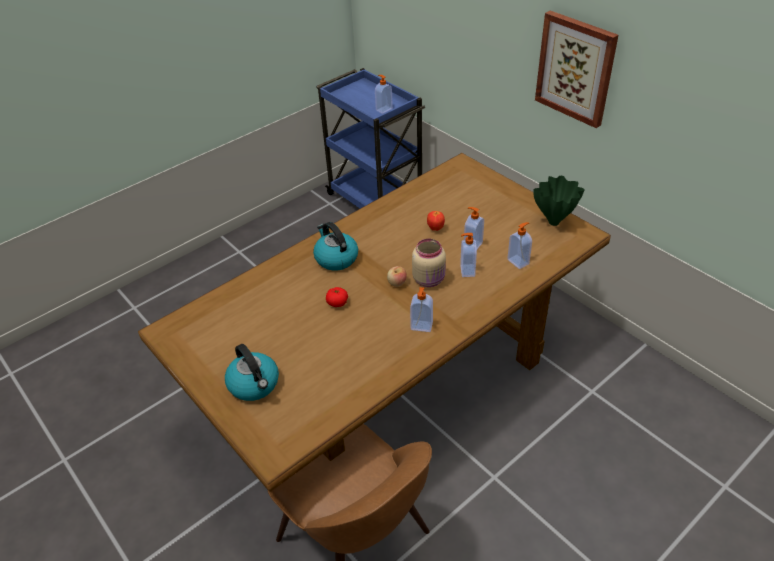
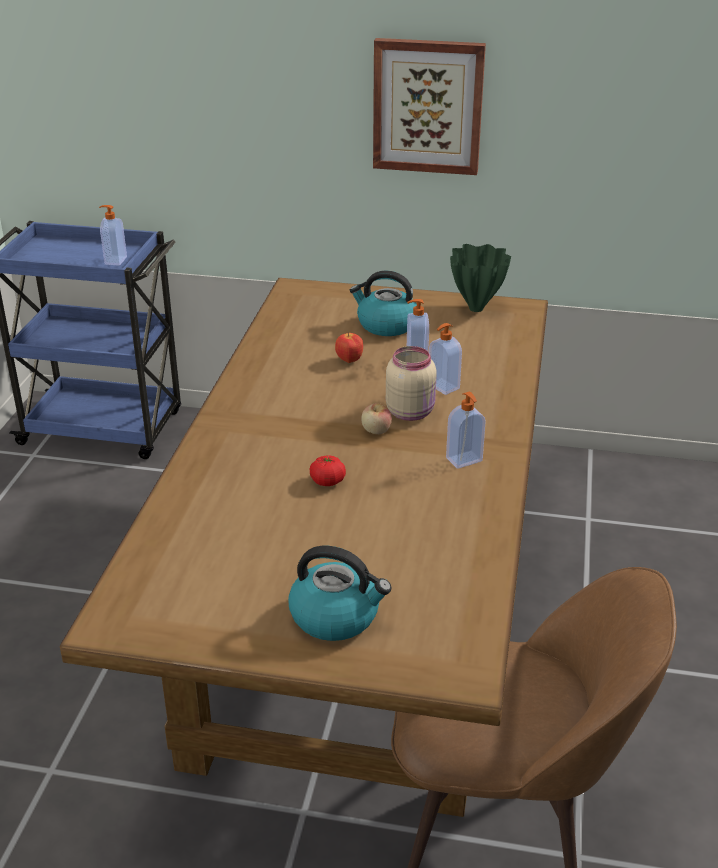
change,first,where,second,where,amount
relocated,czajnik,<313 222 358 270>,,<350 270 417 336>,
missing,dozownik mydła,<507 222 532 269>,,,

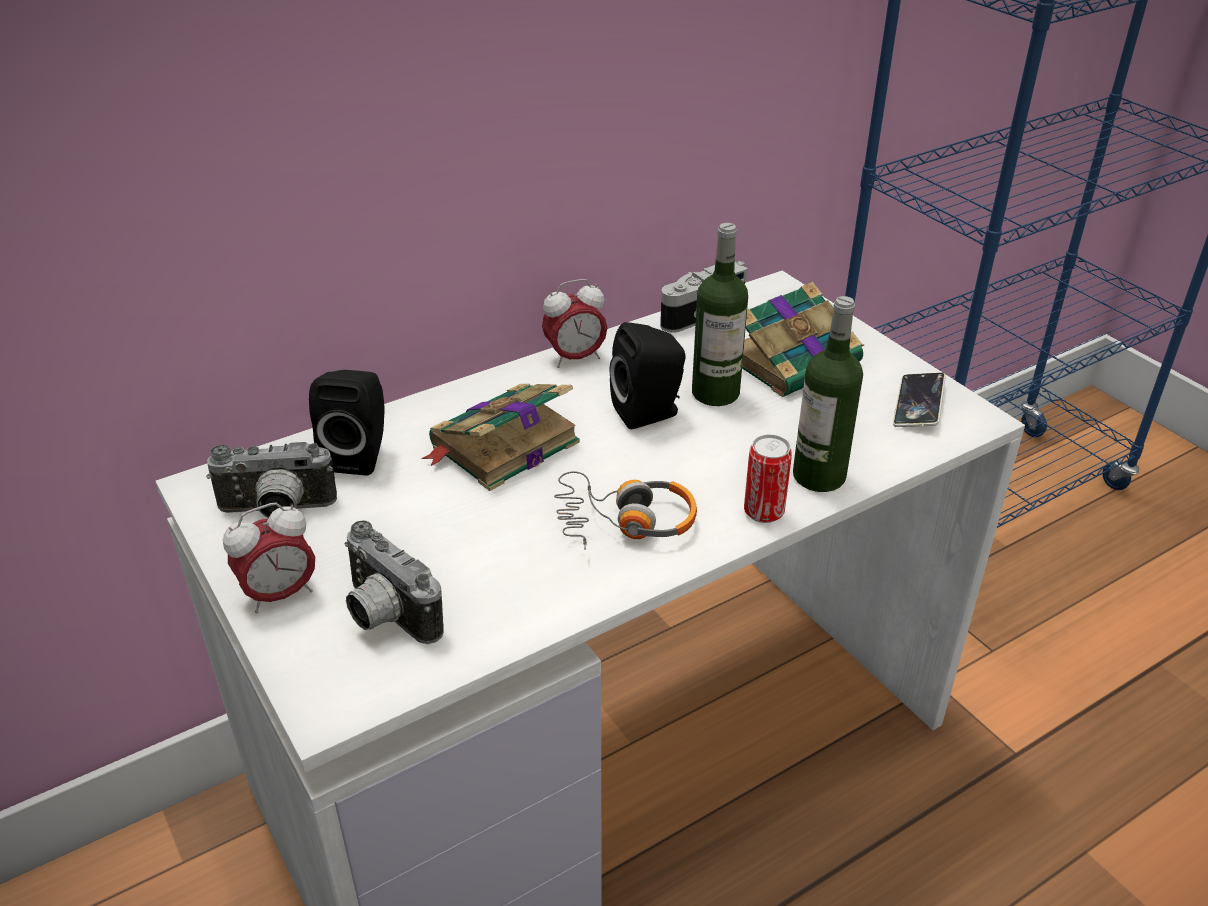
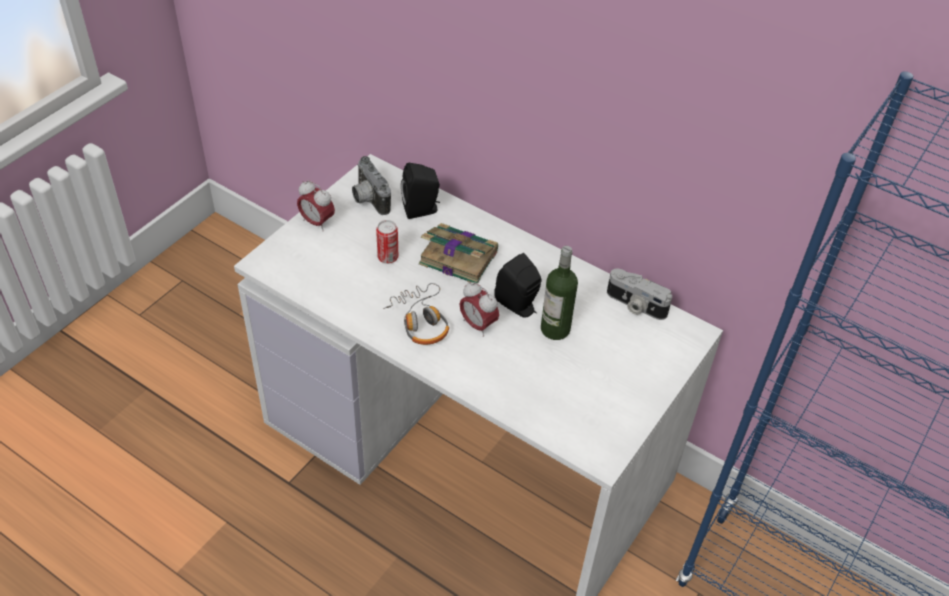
change,first,where,second,where,amount
relocated,budzik,<542 279 607 368>,,<459 282 499 337>,
missing,książka,<742 282 864 397>,,,
missing,butelka,<793 296 863 492>,,,
missing,telefon,<893 373 946 427>,,,
relocated,puszka,<744 434 792 523>,,<376 220 398 264>,
missing,aparat fotograficzny,<344 520 443 644>,,,

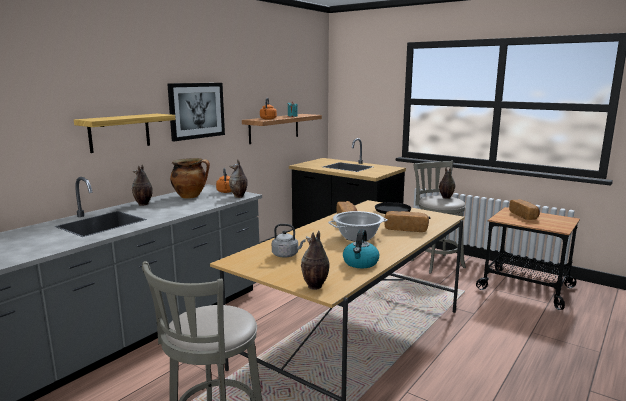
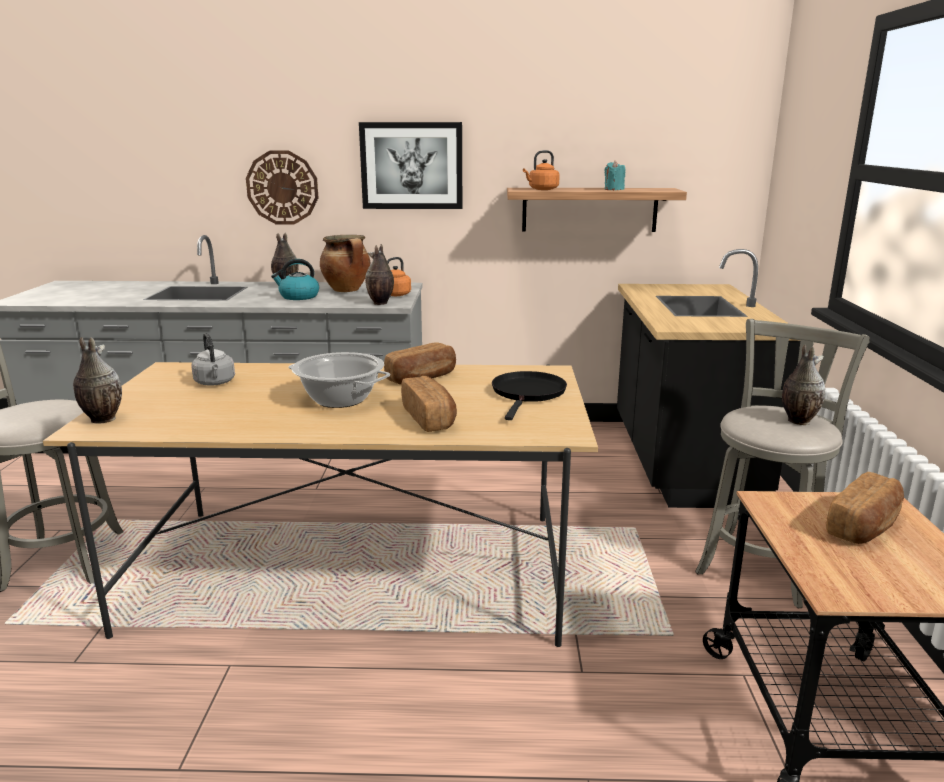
change,first,where,second,where,amount
exchanged,półka,<74 114 176 153>,zegar ścienny,<246 151 318 224>,
relocated,czajnik,<343 229 379 268>,,<271 259 319 300>,

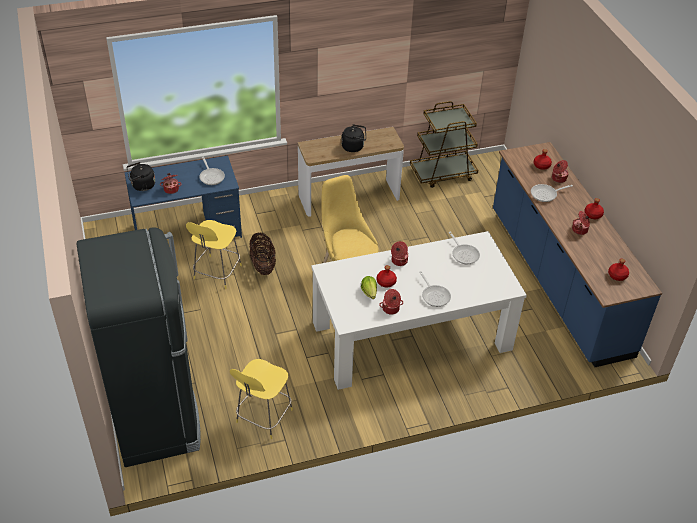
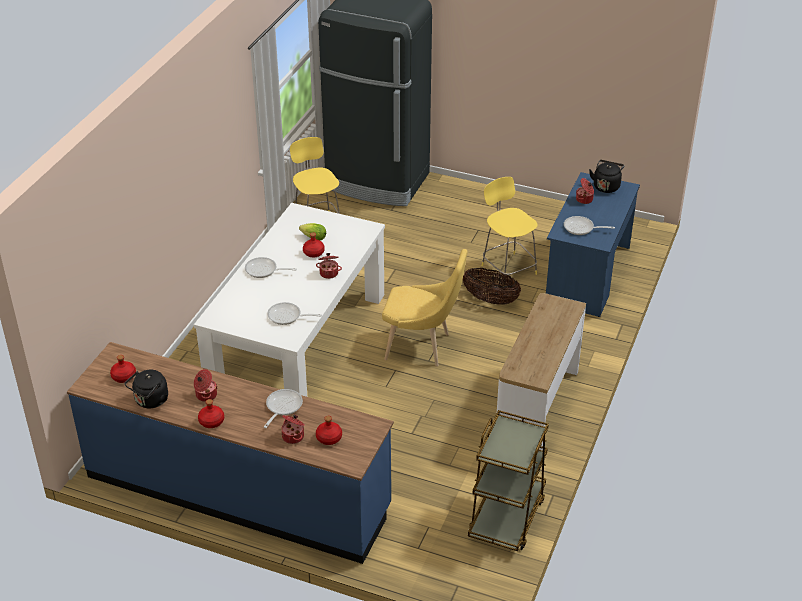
change,first,where,second,where,amount
relocated,czajnik (czarny),<341 124 366 152>,,<125 370 168 408>,
missing,garnek,<379 289 403 314>,,,

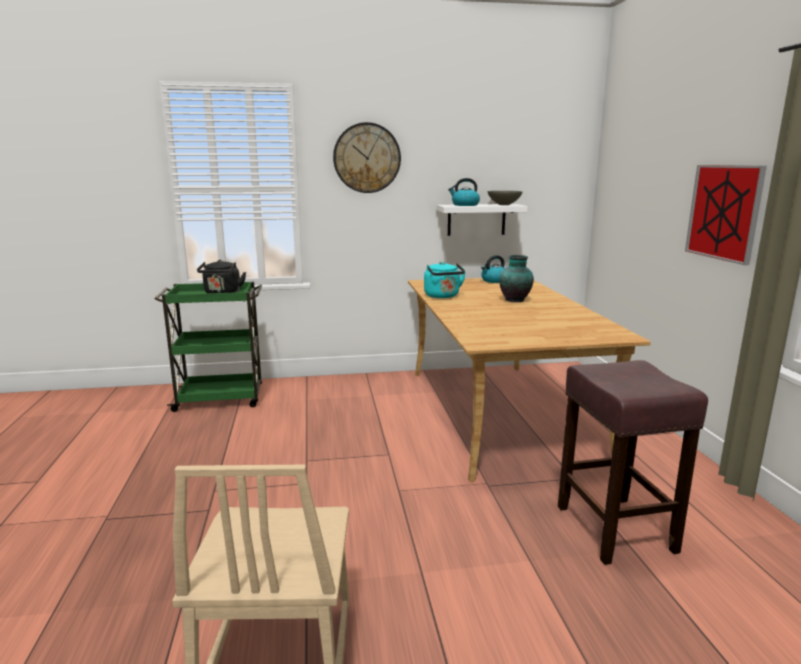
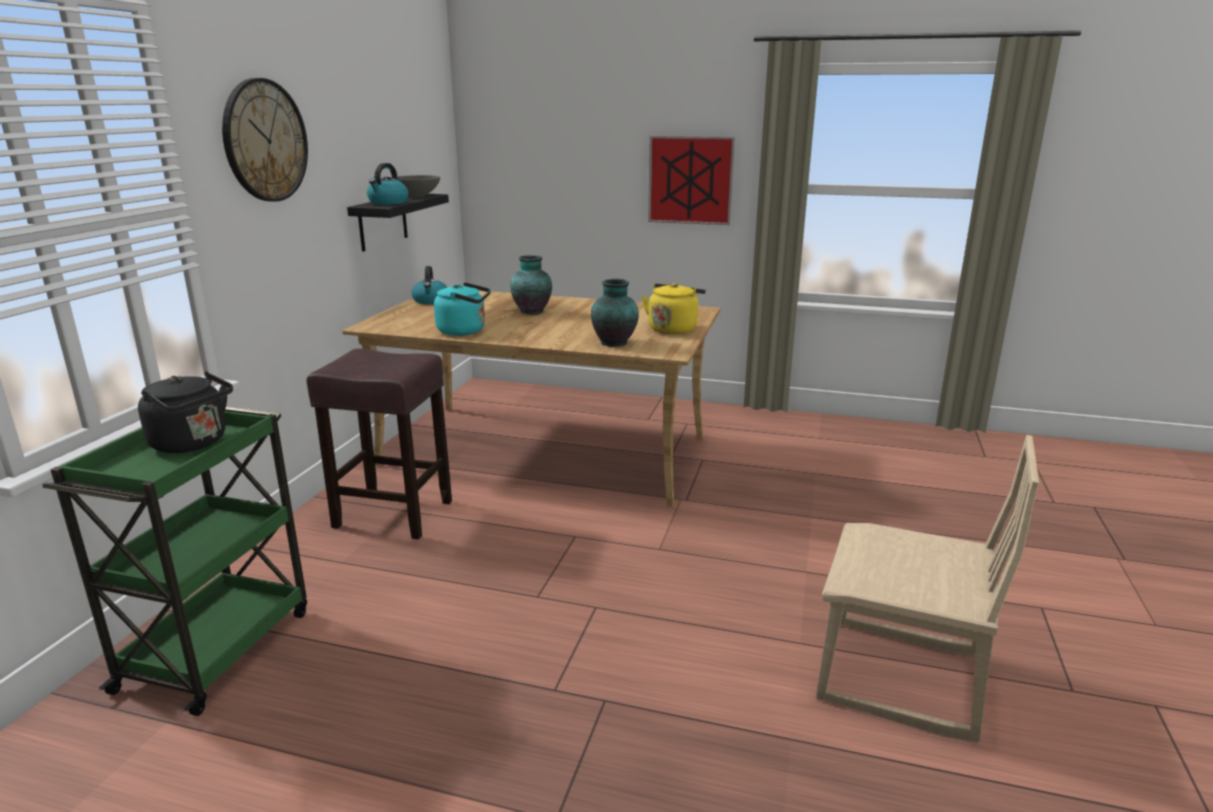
change,first,where,second,where,amount
colour,półka (biały),<437 204 528 236>,półka (czarny),<347 194 449 252>,
relocated,stołek (brązowy),<558 360 708 565>,,<306 349 452 540>,
appeared,,,wazon,<591 279 639 347>,
appeared,,,czajnik (żółty),<642 283 706 334>,

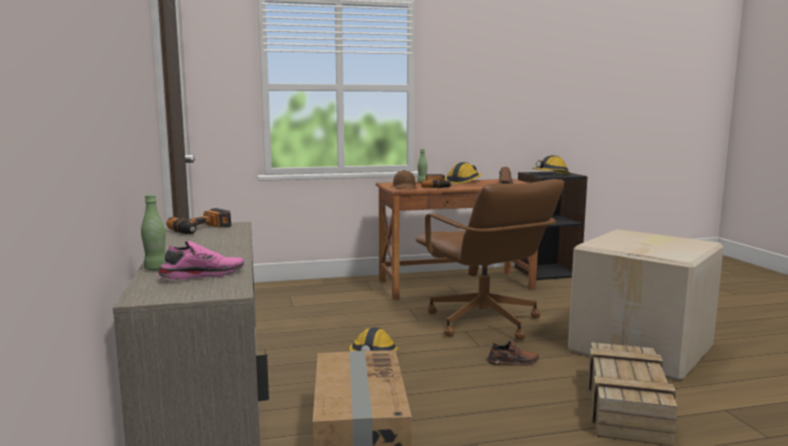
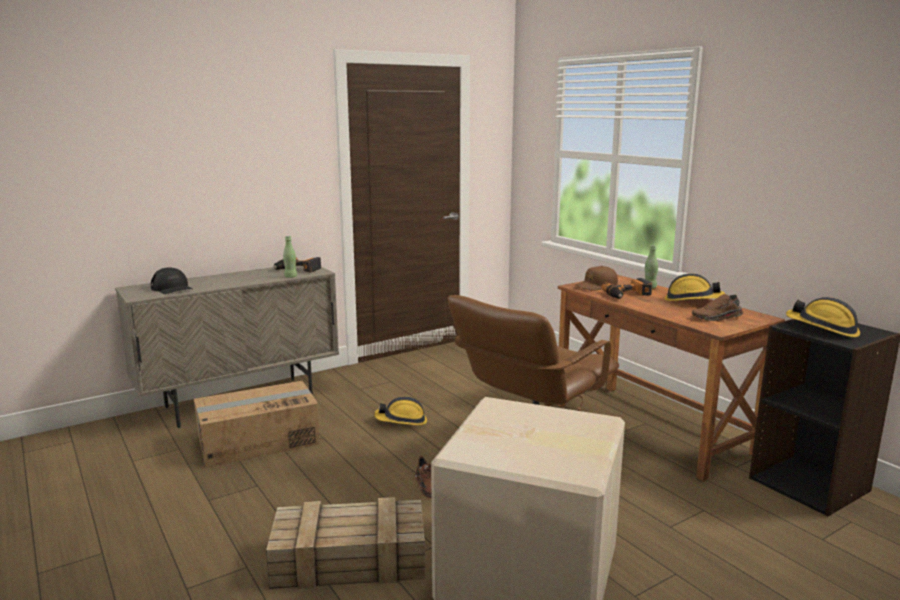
change,first,where,second,where,amount
relocated,butelka (zielony),<141 195 166 270>,,<283 236 297 278>,
exchanged,but (różowy),<157 241 245 280>,czapka z daszkiem (czarny),<151 268 193 294>,

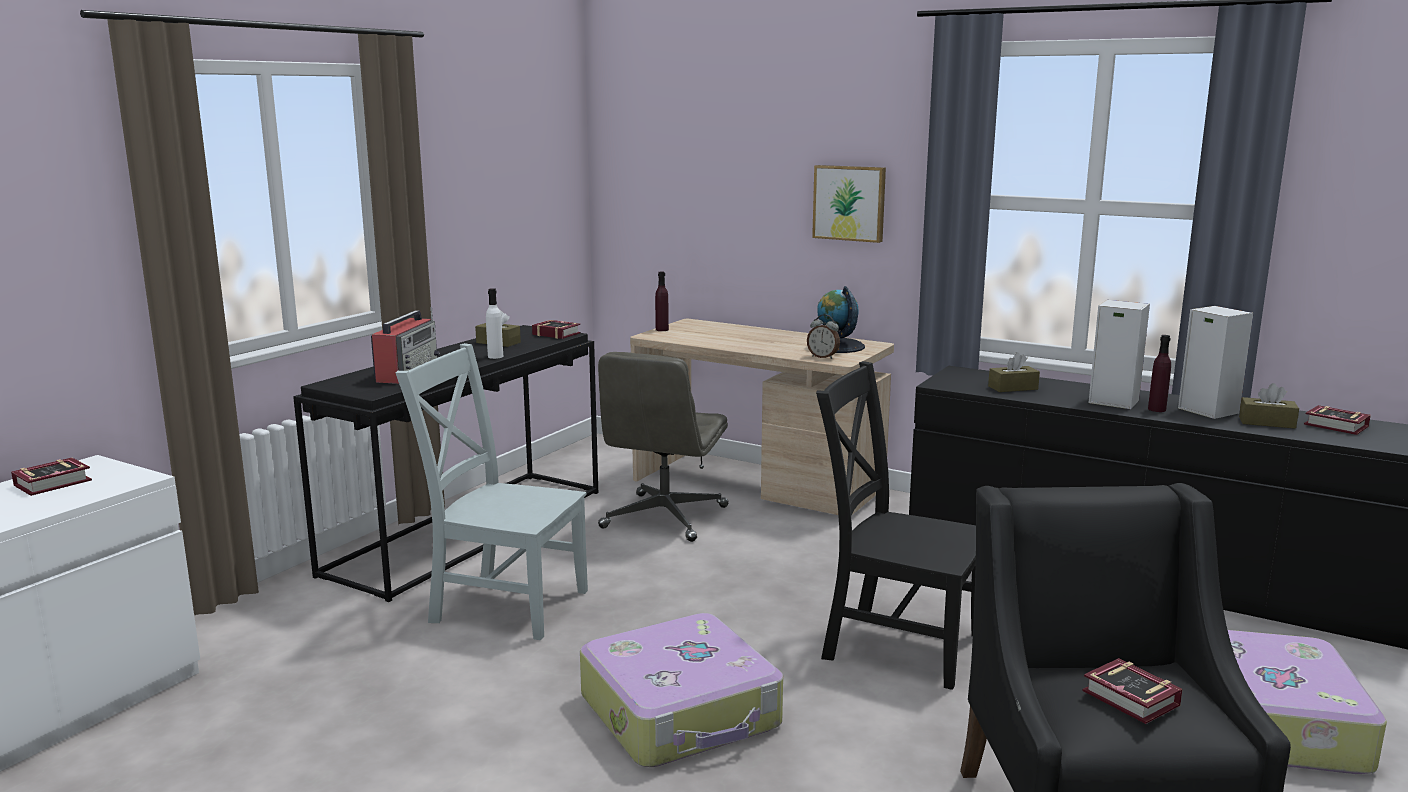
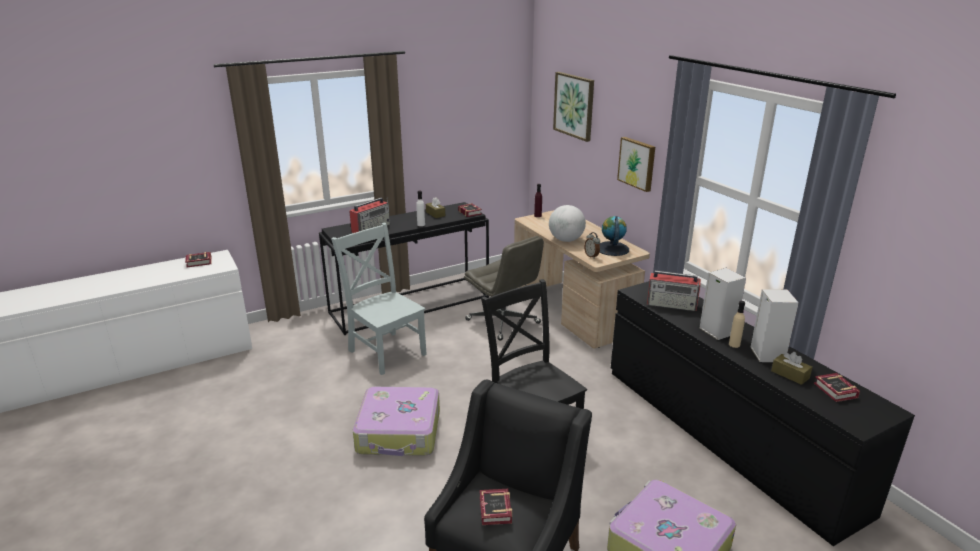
change,first,where,second,where,amount
colour,butelka (fioletowy),<1148 335 1171 412>,butelka (beżowy),<729 301 745 348>,
spun,krzesło biurowe (szary),<598 352 729 542>,,<464 236 544 341>,90 degrees counterclockwise
exchanged,pudełko chusteczek (brązowy),<988 352 1040 392>,radio,<647 271 701 311>,
appeared,,,obraz,<553 72 594 142>,
appeared,,,globus,<549 205 586 242>,

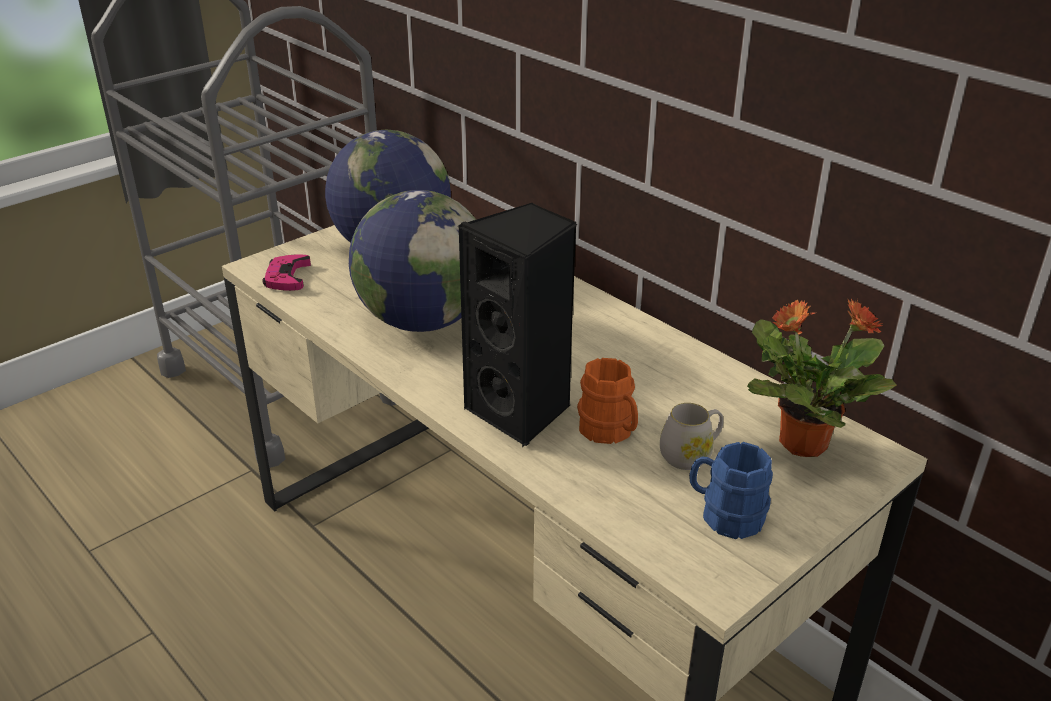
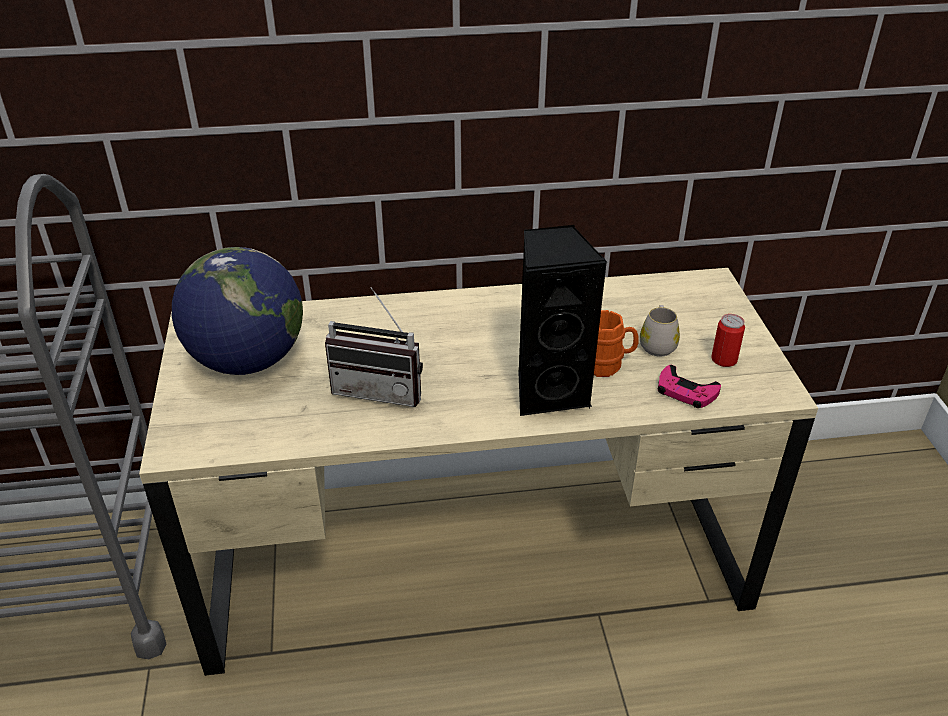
change,first,where,second,where,amount
exchanged,globus,<349 190 476 332>,radio,<325 287 423 407>,
relocated,pad do gier (różowy),<262 254 311 291>,,<658 365 721 408>,
missing,roślina doniczkowa,<747 299 896 457>,,,
exchanged,kubek (niebieski),<689 442 773 539>,puszka,<711 314 745 367>,

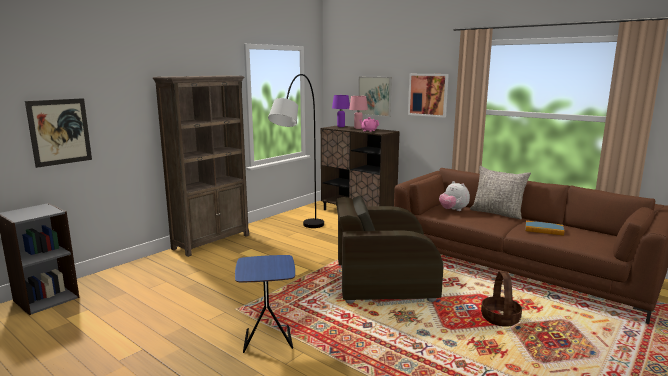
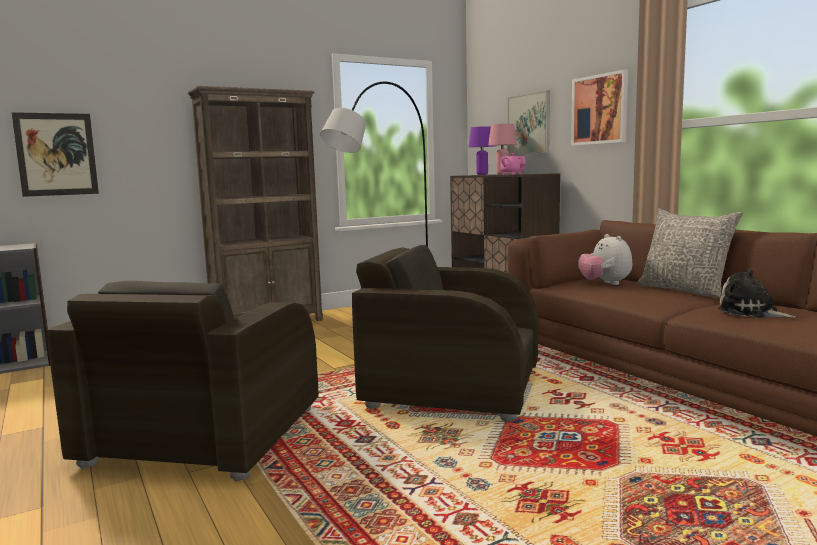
change,first,where,second,where,amount
exchanged,książka,<526 221 564 236>,pluszak,<717 268 796 318>,
exchanged,stolik (niebieski),<235 255 295 353>,fotel (brązowy),<47 281 319 481>,
missing,koszyk,<481 271 522 327>,,,

